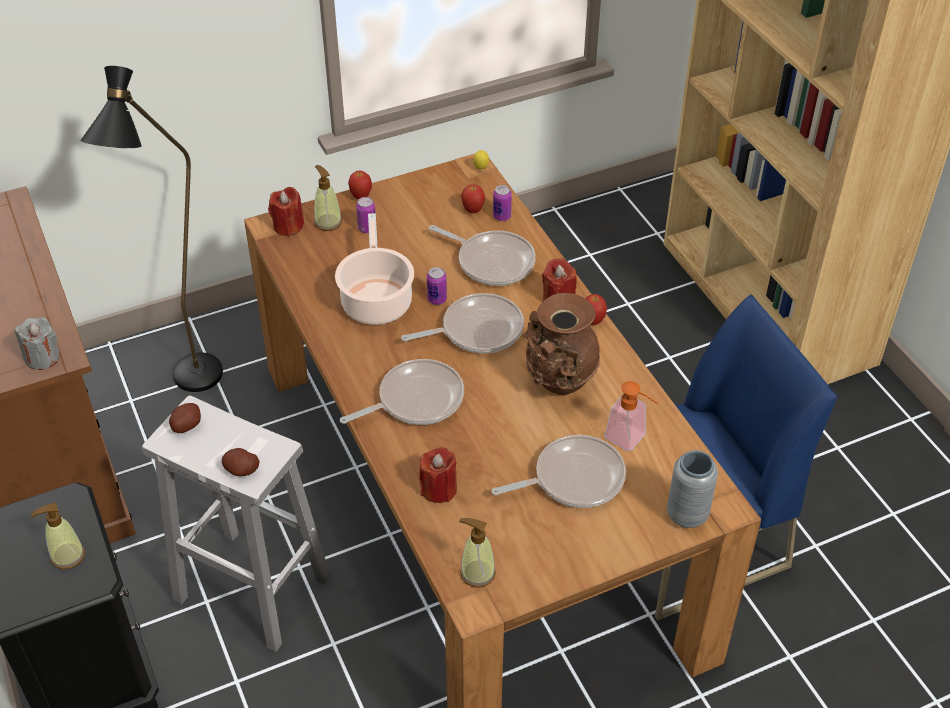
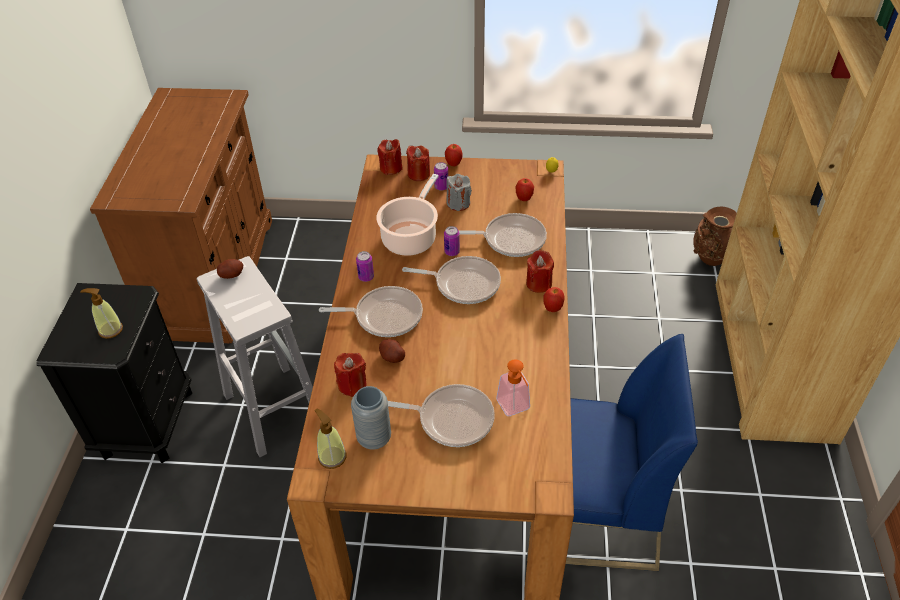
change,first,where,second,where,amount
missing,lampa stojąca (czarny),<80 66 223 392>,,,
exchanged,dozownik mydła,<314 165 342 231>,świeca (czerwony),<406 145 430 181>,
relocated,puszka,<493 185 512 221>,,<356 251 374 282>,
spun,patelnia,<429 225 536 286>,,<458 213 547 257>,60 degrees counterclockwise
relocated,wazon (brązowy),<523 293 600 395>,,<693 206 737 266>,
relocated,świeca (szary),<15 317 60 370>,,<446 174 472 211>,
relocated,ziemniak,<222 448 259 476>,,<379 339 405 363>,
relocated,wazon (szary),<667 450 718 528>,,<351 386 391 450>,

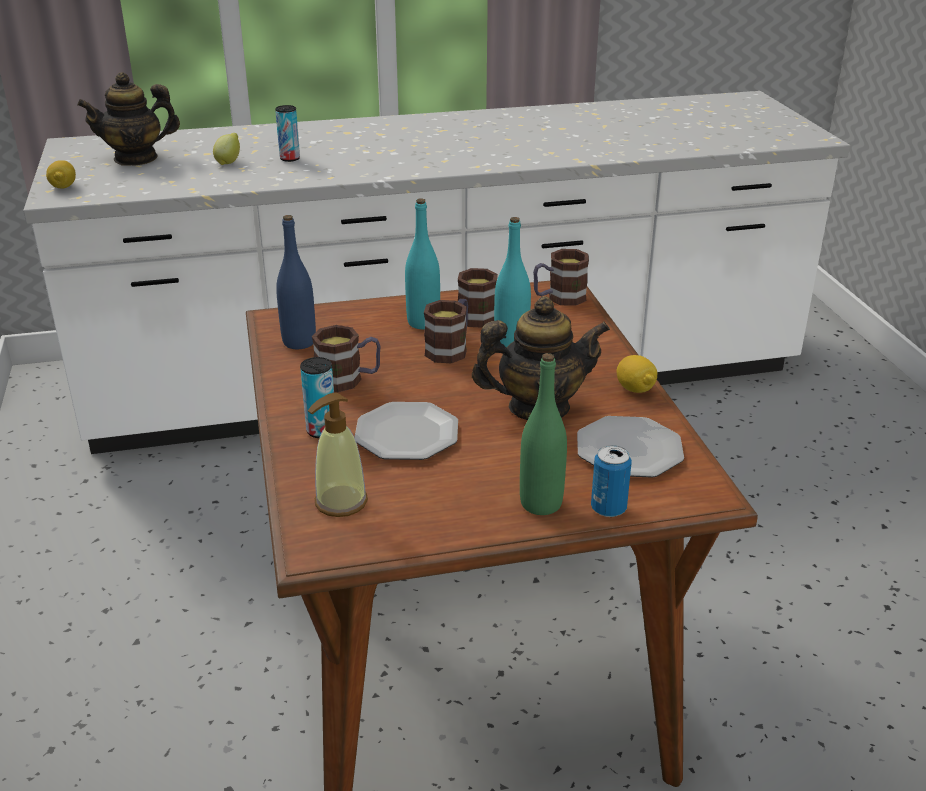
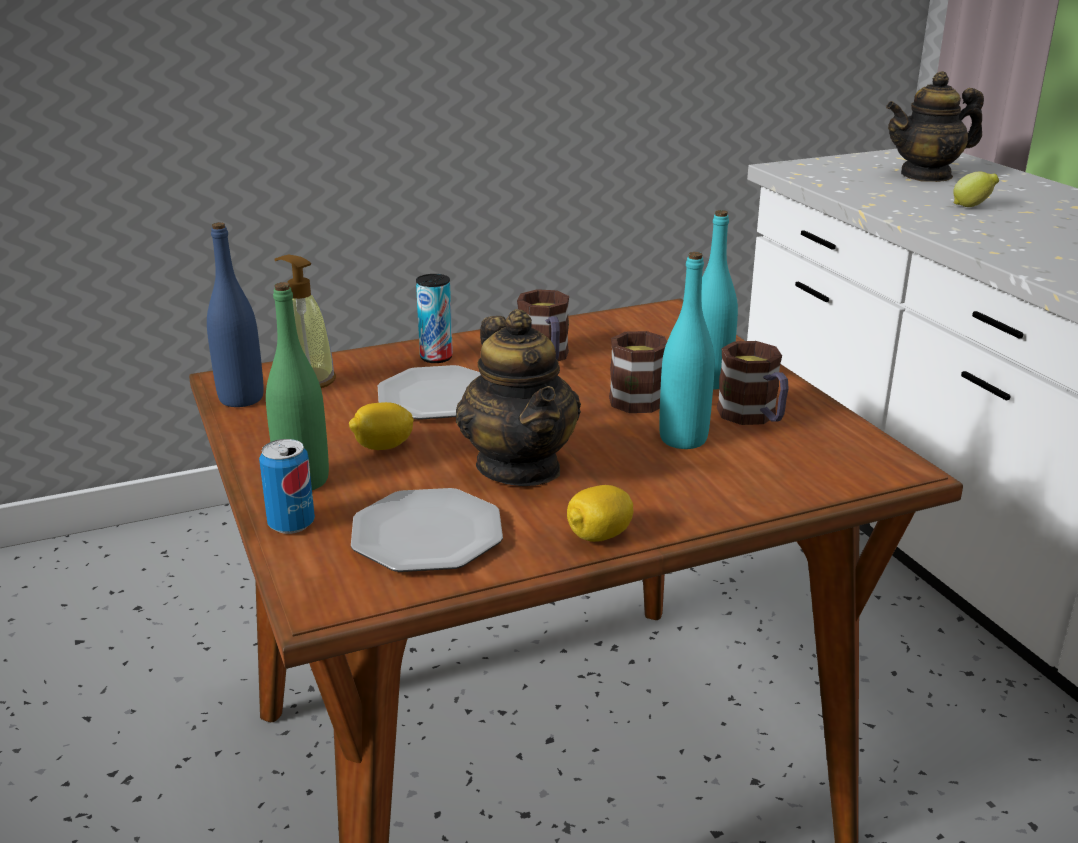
change,first,where,second,where,amount
spun,imbryk,<77 72 180 166>,,<886 71 984 182>,75 degrees counterclockwise
missing,puszka,<275 105 300 162>,,,
relocated,cytryna,<46 160 76 188>,,<349 402 414 450>,
relocated,butelka (niebieski),<276 215 316 349>,,<207 222 264 407>,
missing,kubek,<533 249 589 306>,,,

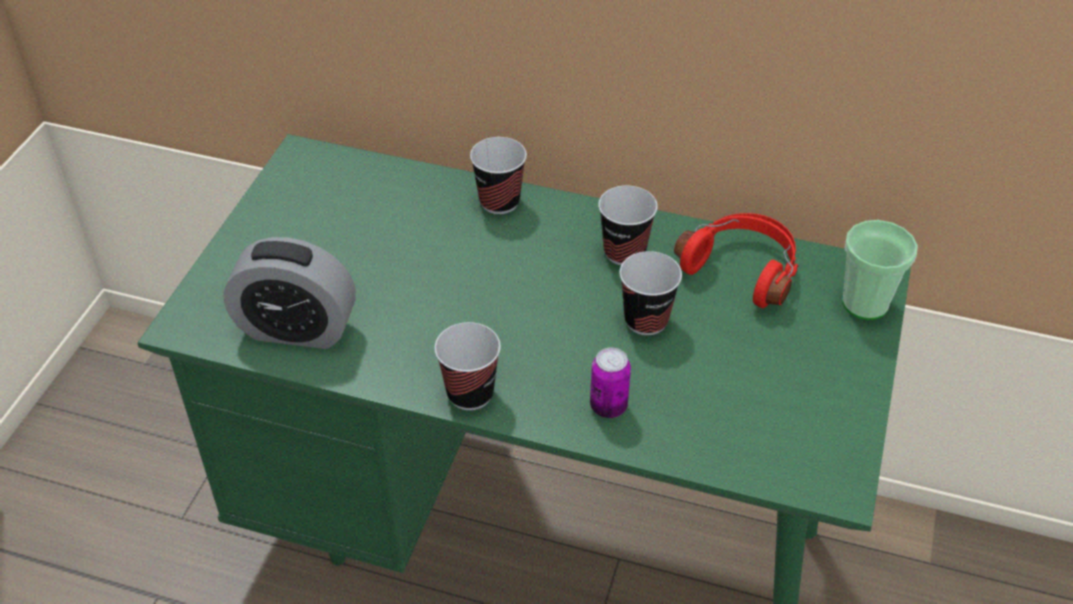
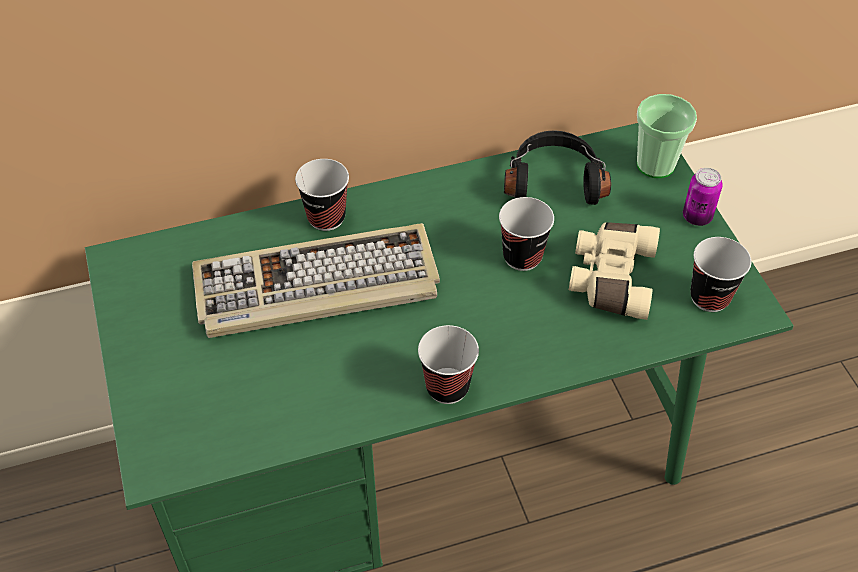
change,first,where,second,where,amount
relocated,filiżanka,<598 185 658 265>,,<690 237 751 312>,
colour,słuchawki (czerwony),<674 213 798 308>,słuchawki (czarny),<504 130 611 205>,
missing,budzik,<223 237 356 349>,,,
relocated,puszka,<590 347 631 418>,,<683 168 723 226>,
appeared,,,lornetka (beżowy),<569 222 660 320>,
appeared,,,klawiatura,<192 223 440 338>,

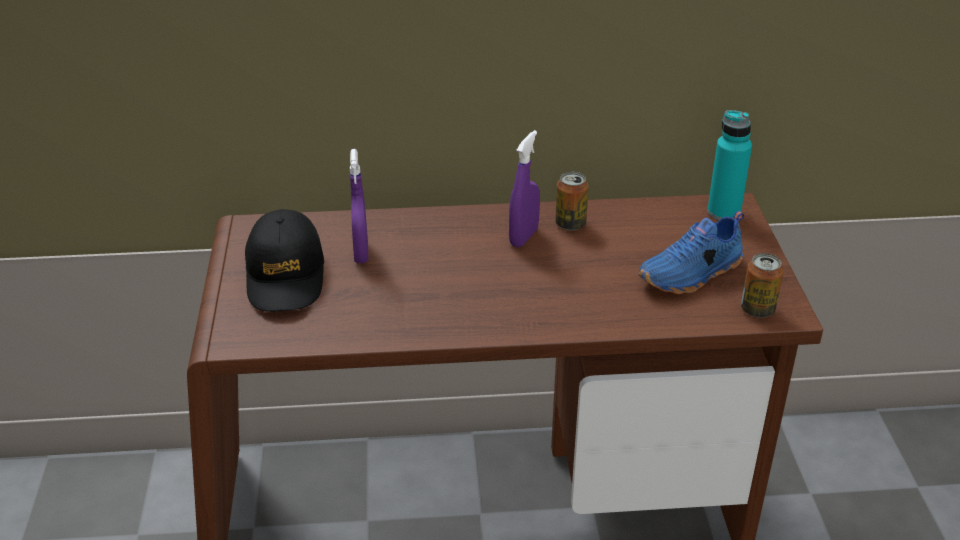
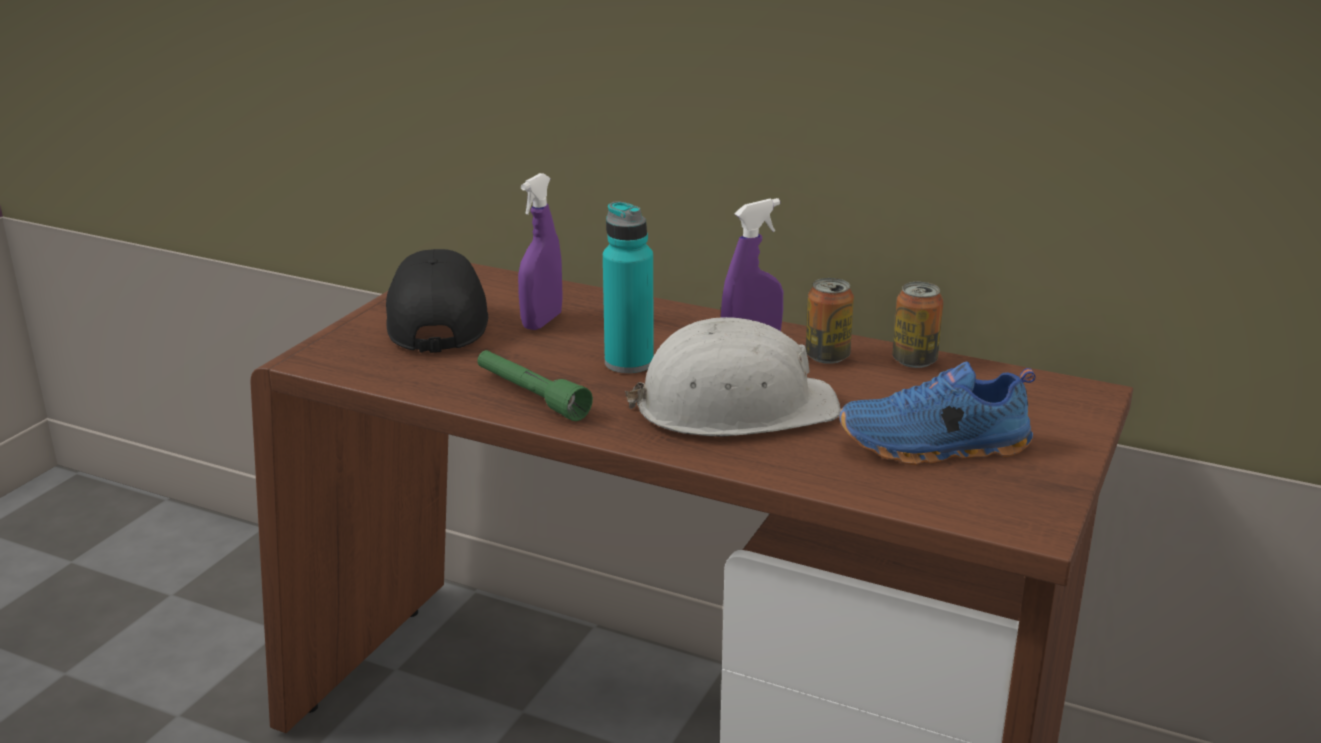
change,first,where,second,where,amount
relocated,butelka (turkusowy),<707 110 752 220>,,<603 201 654 373>,
spun,czapka z daszkiem (czarny),<245 209 324 312>,,<386 249 488 353>,150 degrees clockwise
relocated,puszka,<741 253 784 318>,,<892 282 943 368>,
appeared,,,kask (biały),<625 317 841 437>,
appeared,,,latarka (zielony),<477 350 593 421>,

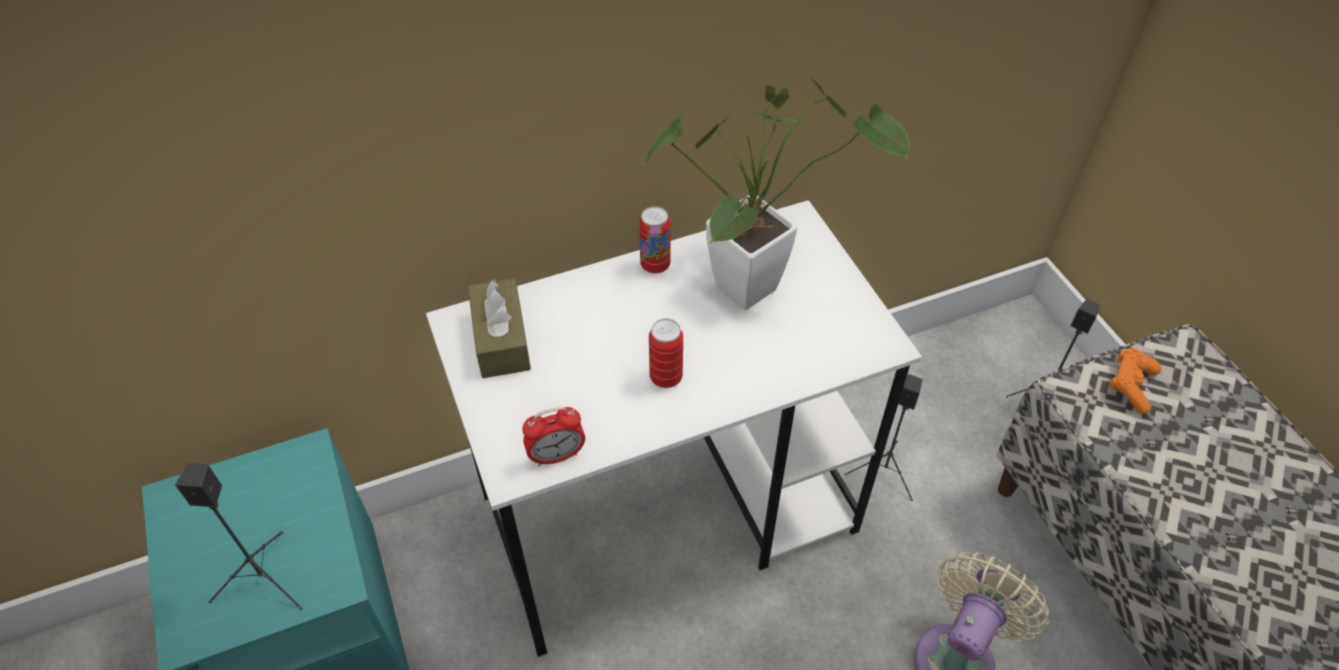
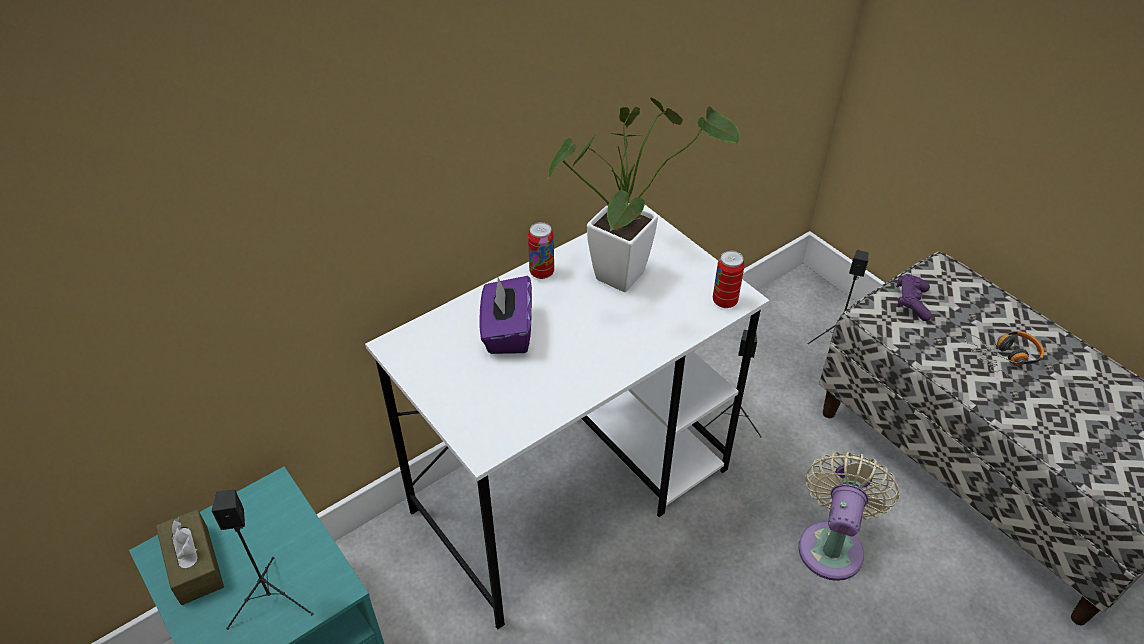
change,first,where,second,where,amount
relocated,pudełko chusteczek (brązowy),<468 278 531 378>,,<156 509 224 605>,
relocated,puszka,<649 318 683 388>,,<713 251 744 308>,
colour,pad do gier (pomarańczowy),<1108 348 1161 414>,pad do gier (fioletowy),<896 274 932 321>,
missing,budzik,<522 407 585 466>,,,
appeared,,,pudełko chusteczek (fioletowy),<480 276 532 354>,
appeared,,,słuchawki,<965 331 1044 377>,

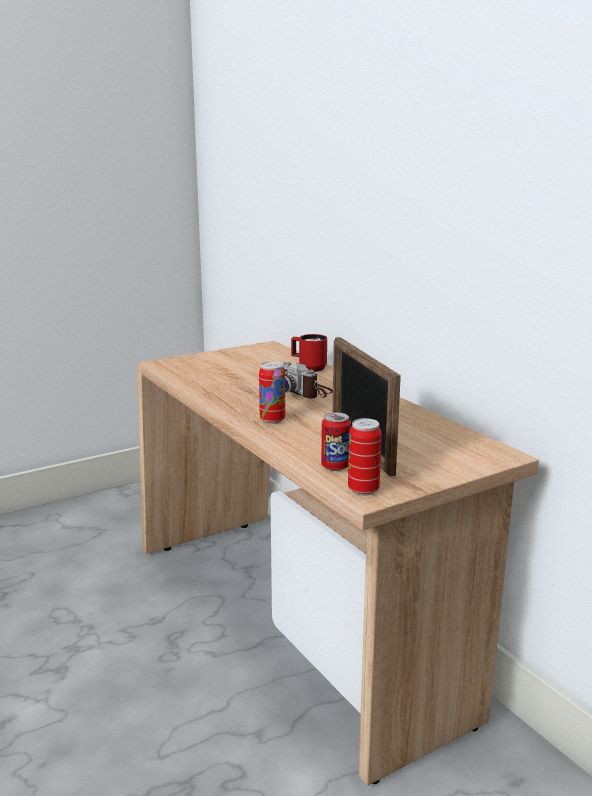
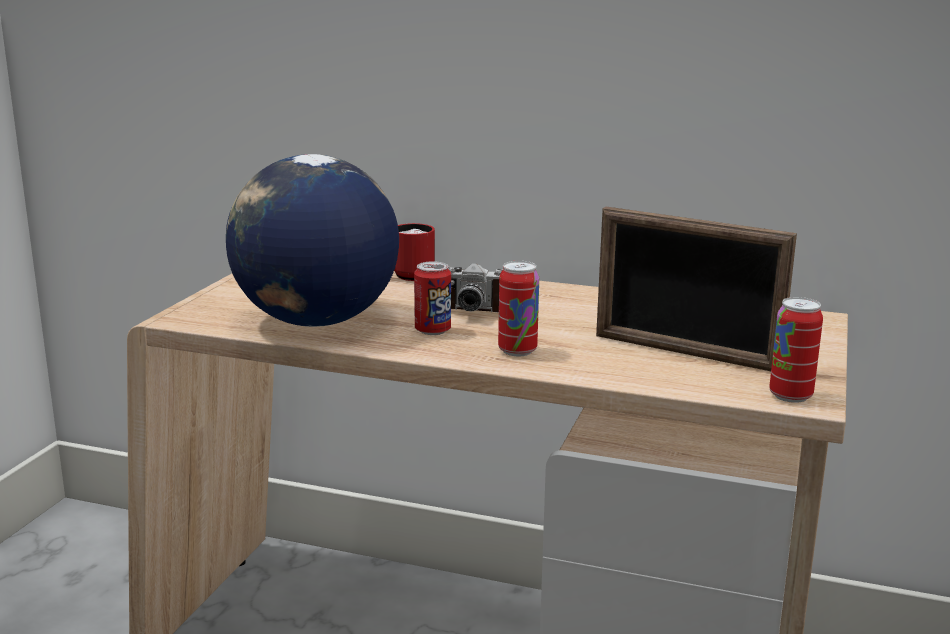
change,first,where,second,where,amount
relocated,puszka,<321 412 351 471>,,<414 261 451 335>,
appeared,,,globus,<226 154 399 327>,

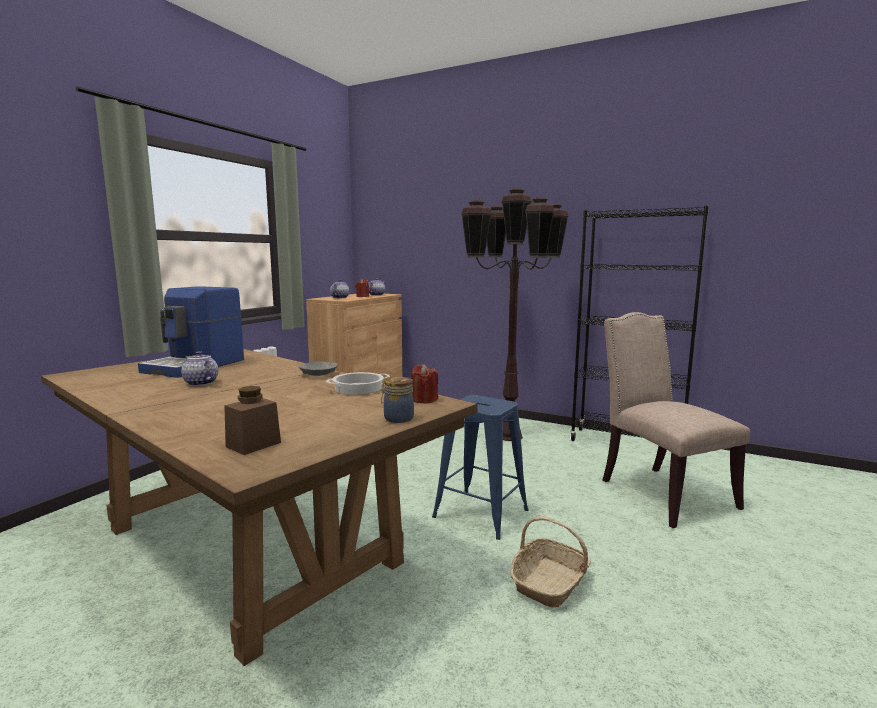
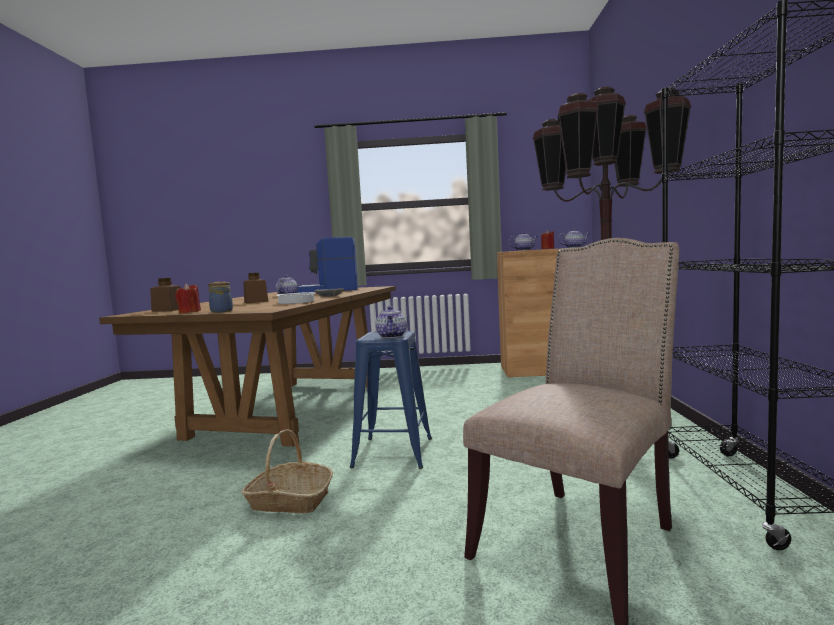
change,first,where,second,where,amount
relocated,świeca (czerwony),<411 364 438 403>,,<176 283 201 313>,
appeared,,,słoik (brązowy),<243 273 268 303>,
appeared,,,imbryk,<375 306 407 338>,

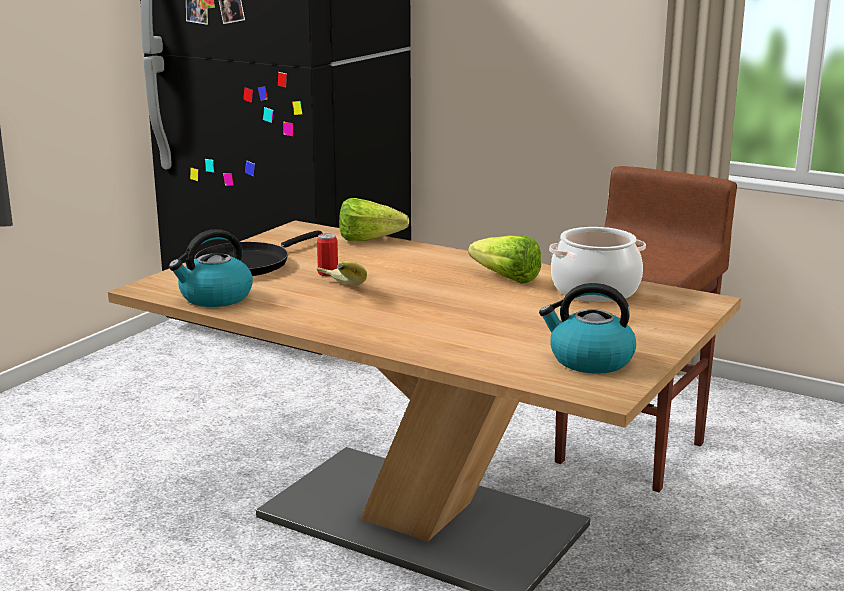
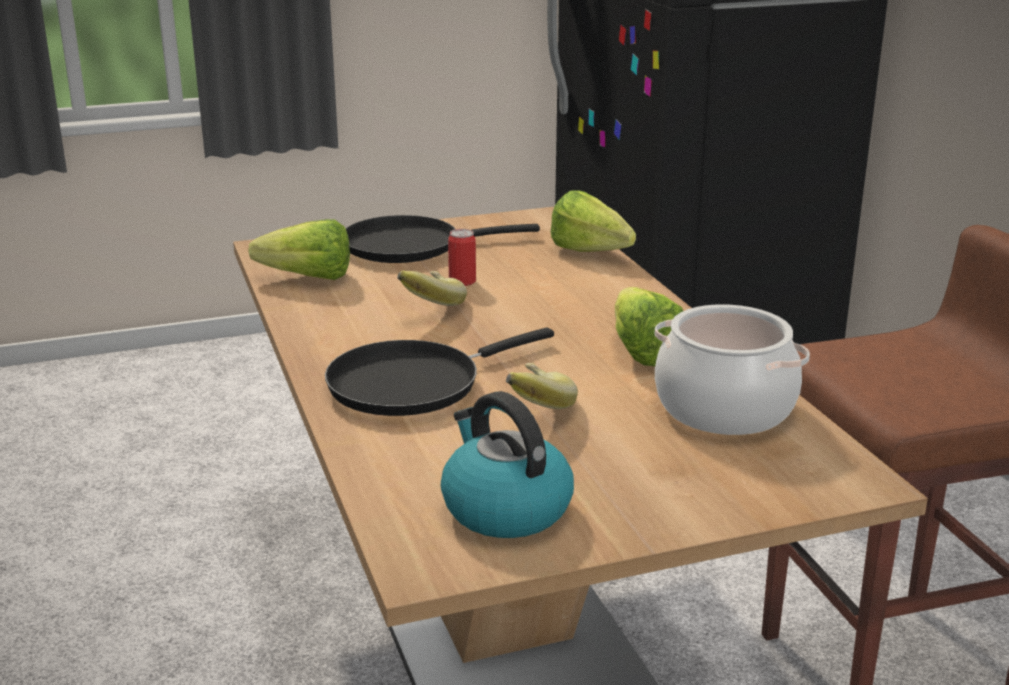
change,first,where,second,where,amount
exchanged,czajnik,<169 229 253 307>,sałata,<248 219 350 280>,
appeared,,,patelnia (czarny),<325 328 554 416>,
appeared,,,banan,<506 363 578 409>,

